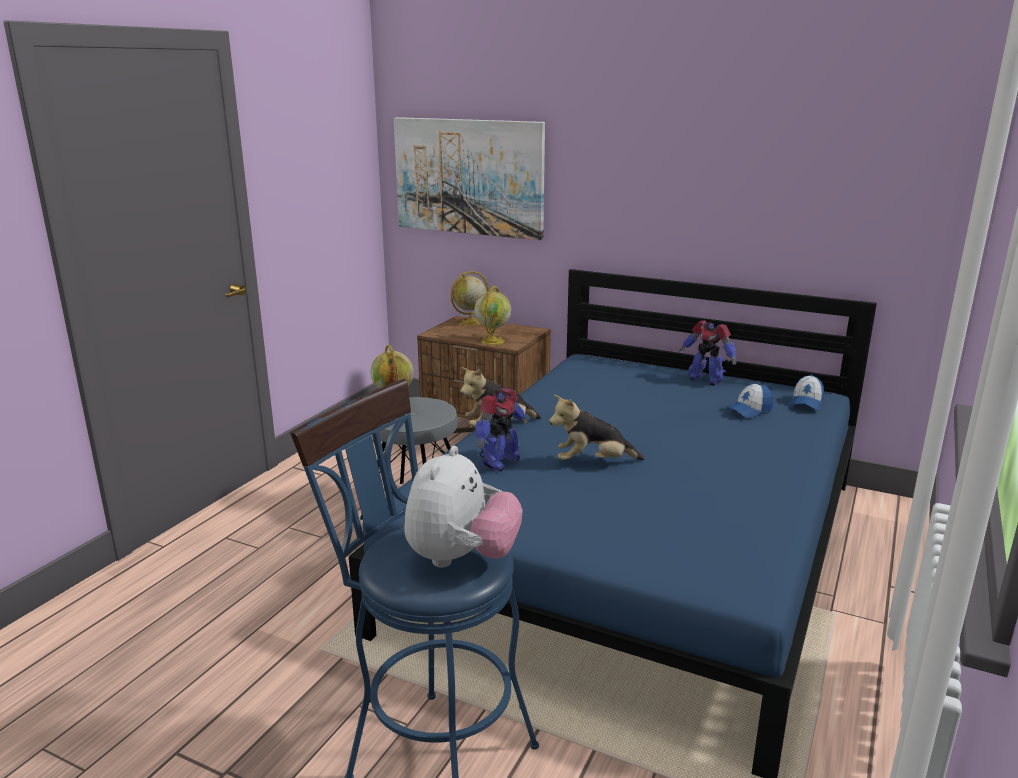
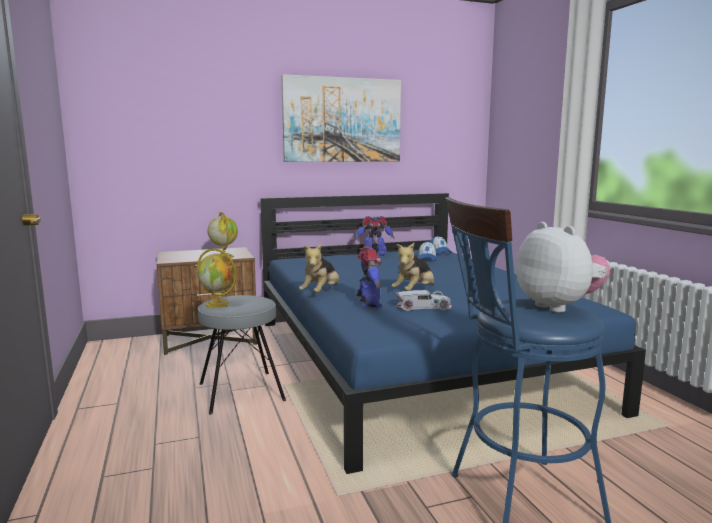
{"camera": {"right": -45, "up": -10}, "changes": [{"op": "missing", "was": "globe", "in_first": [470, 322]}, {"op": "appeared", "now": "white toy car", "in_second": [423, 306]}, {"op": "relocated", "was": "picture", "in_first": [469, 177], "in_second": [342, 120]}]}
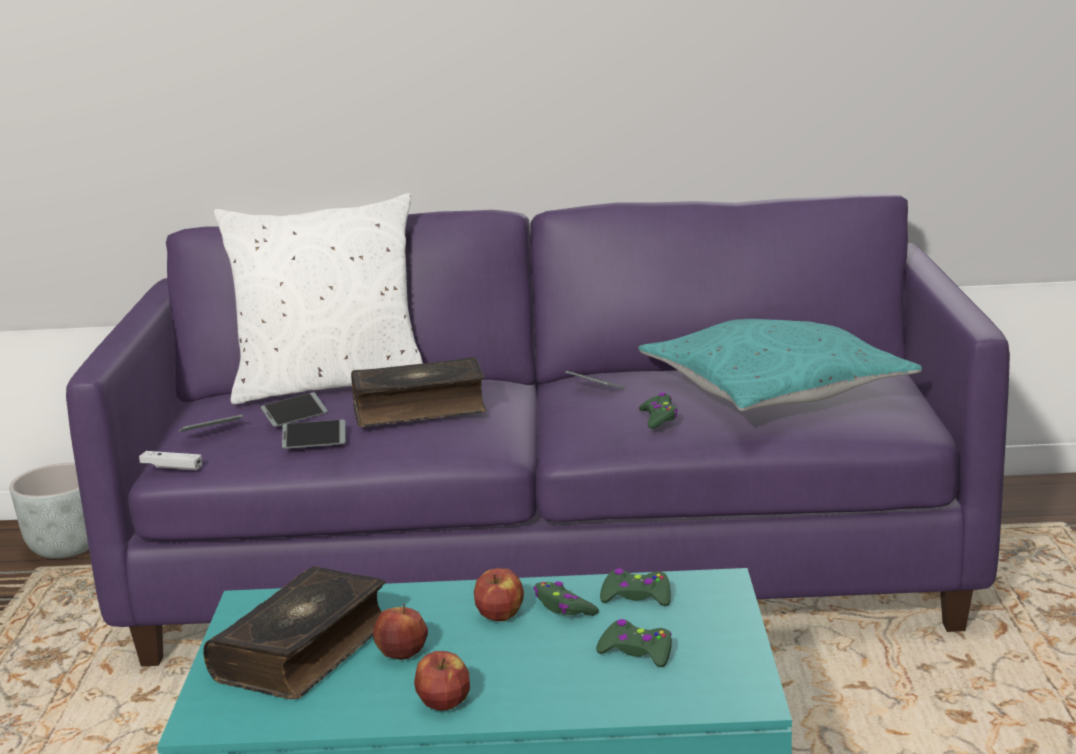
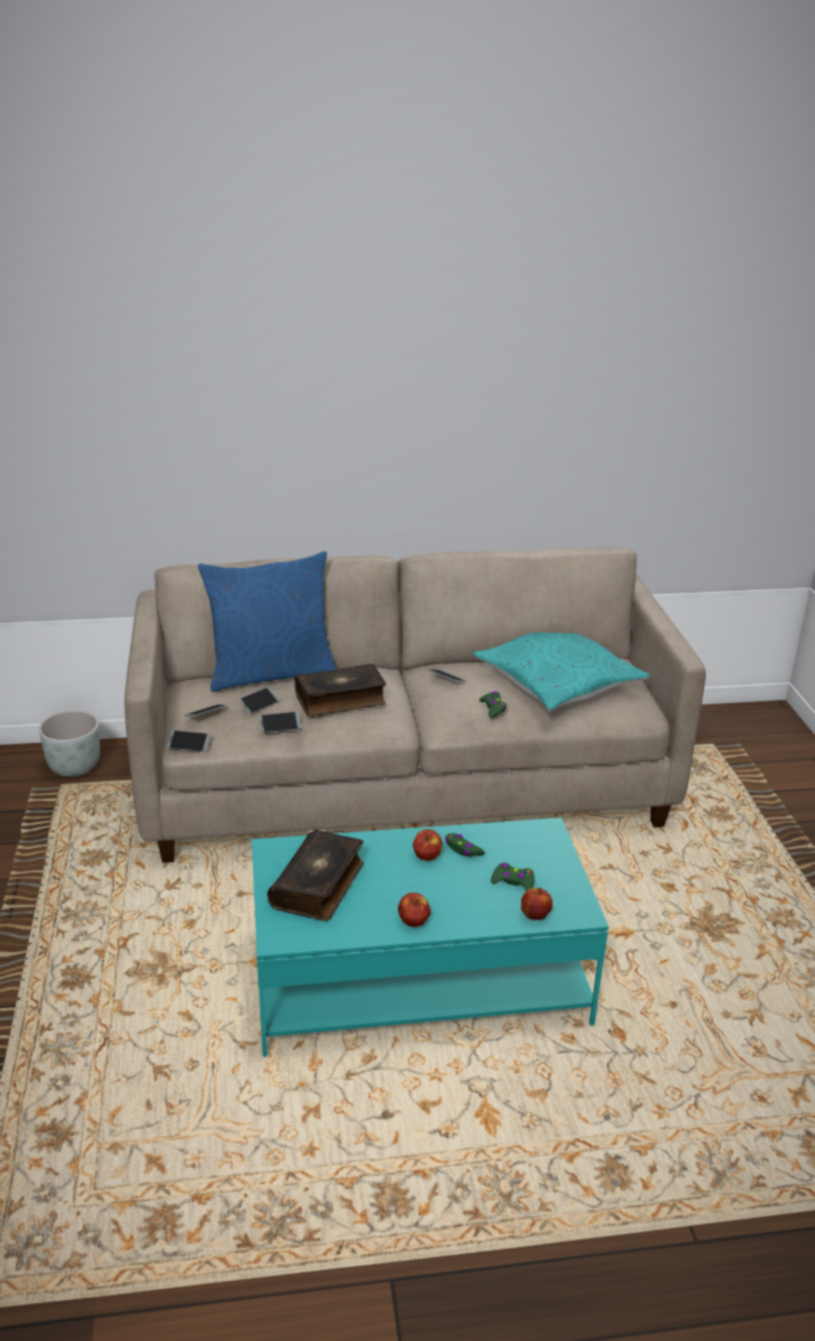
{"camera": {"right": -10, "up": 10}, "changes": [{"op": "missing", "was": "green-coloured gamepad", "in_first": [636, 597]}, {"op": "relocated", "was": "apple", "in_first": [401, 654], "in_second": [534, 915]}, {"op": "exchanged", "was": "white gamepad", "now": "phone", "in_first": [171, 467], "in_second": [189, 745]}, {"op": "colour", "was": "purplish sofa", "now": "beige sofa", "in_first": [550, 571], "in_second": [405, 784]}, {"op": "colour", "was": "white throw pillow", "now": "bluish throw pillow", "in_first": [330, 385], "in_second": [271, 674]}]}
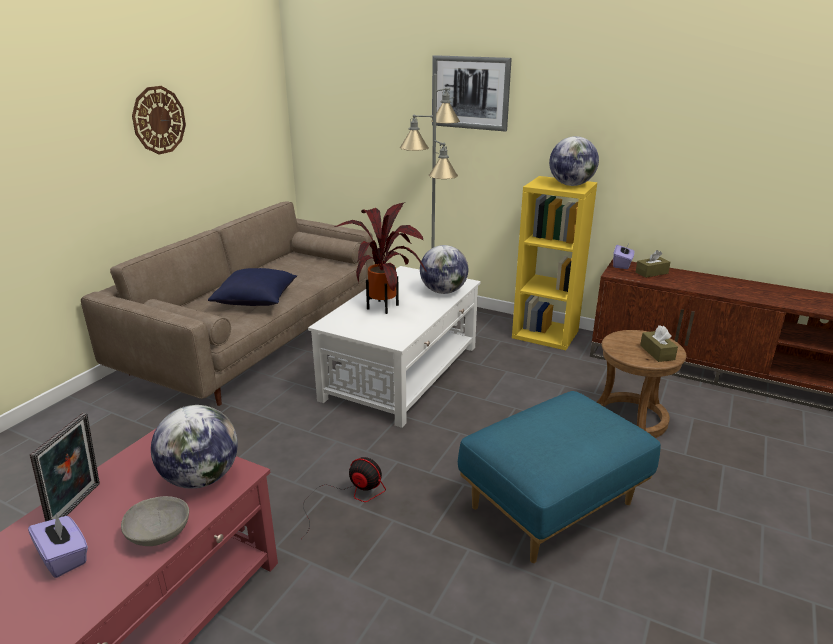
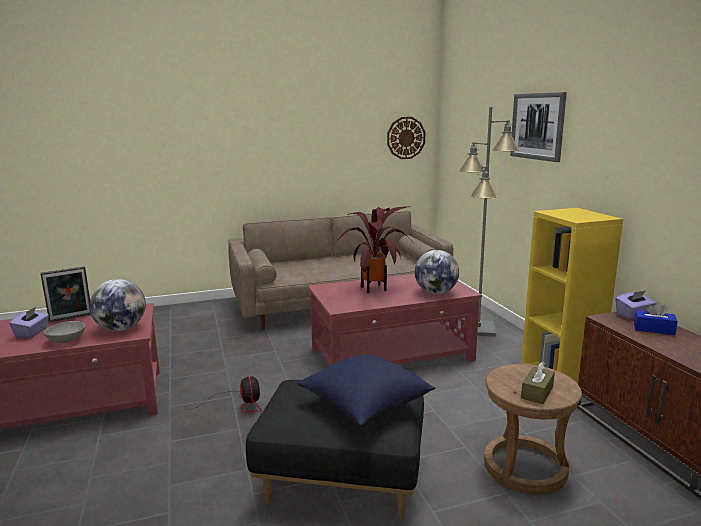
{"camera": {"right": 45, "up": -10}, "changes": [{"op": "missing", "was": "globe", "in_first": [571, 185]}, {"op": "relocated", "was": "wall clock", "in_first": [159, 120], "in_second": [406, 138]}, {"op": "relocated", "was": "bluish throw pillow", "in_first": [256, 301], "in_second": [366, 405]}, {"op": "colour", "was": "white lounge table", "now": "red lounge table", "in_first": [402, 372], "in_second": [392, 354]}, {"op": "colour", "was": "bluish pouffe", "now": "black-coloured pouffe", "in_first": [552, 507], "in_second": [340, 482]}, {"op": "colour", "was": "brown-coloured tissue box", "now": "bluish tissue box", "in_first": [651, 273], "in_second": [653, 329]}]}
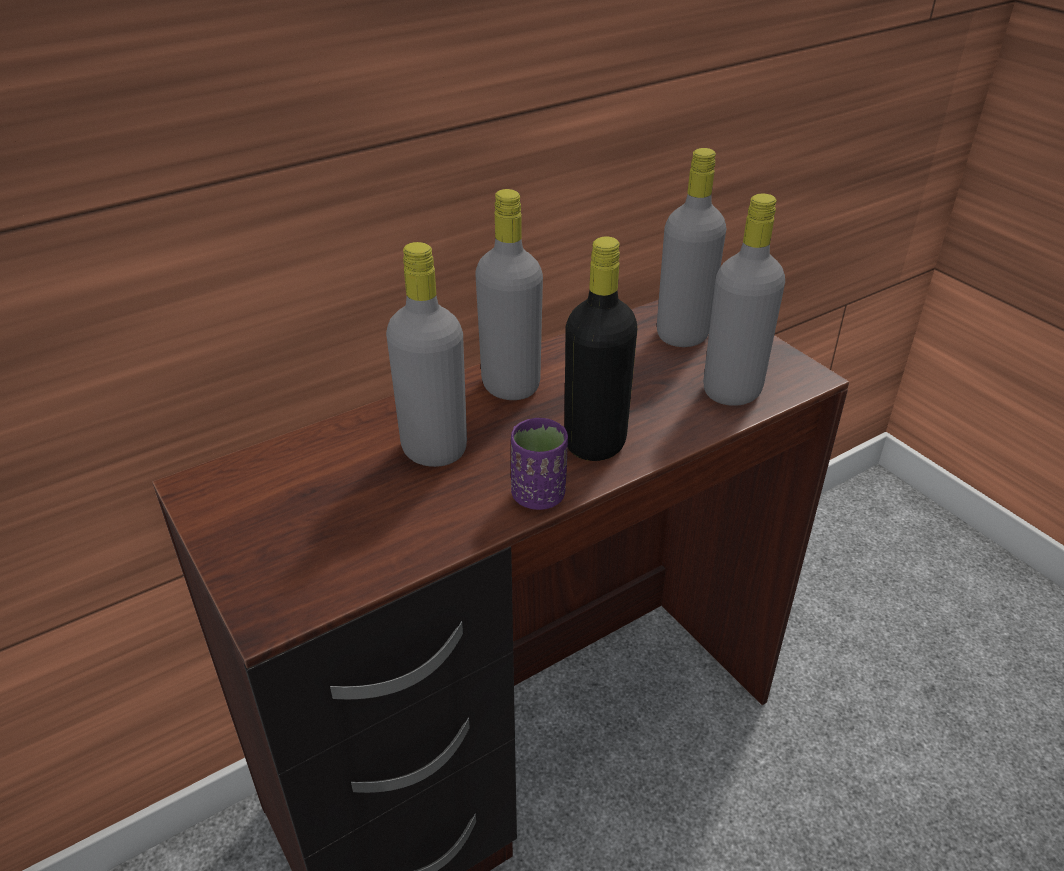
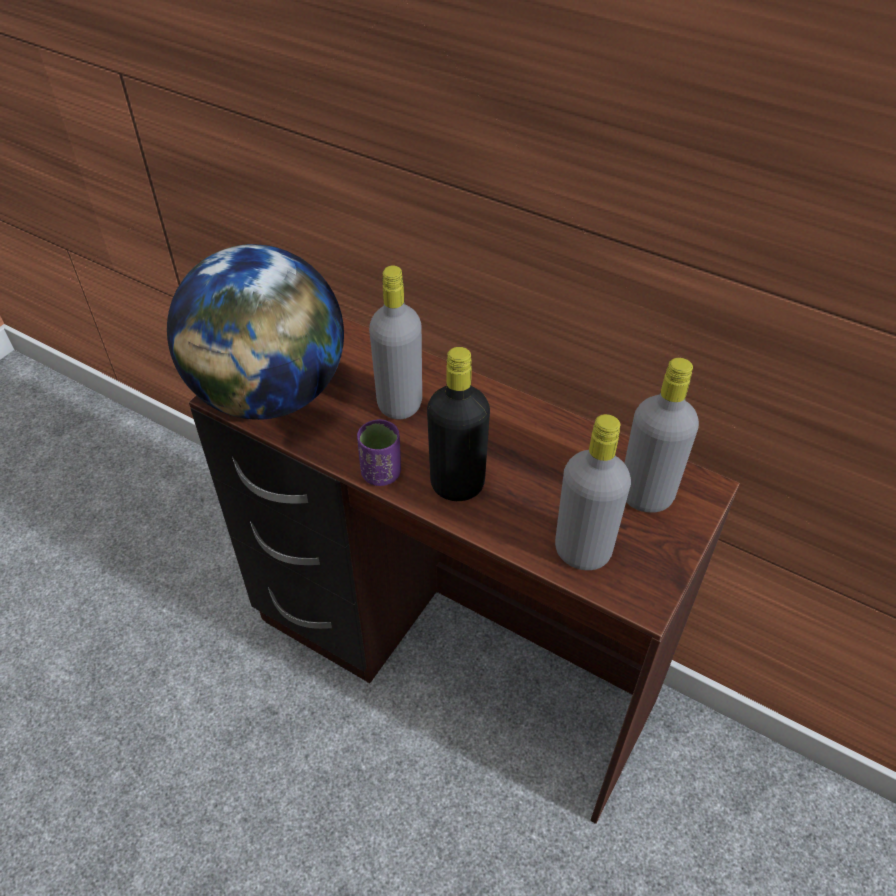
{"camera": {"right": 65, "up": 10}, "changes": [{"op": "missing", "was": "gray drink bottle", "in_first": [510, 385]}, {"op": "appeared", "now": "globe", "in_second": [270, 395]}]}
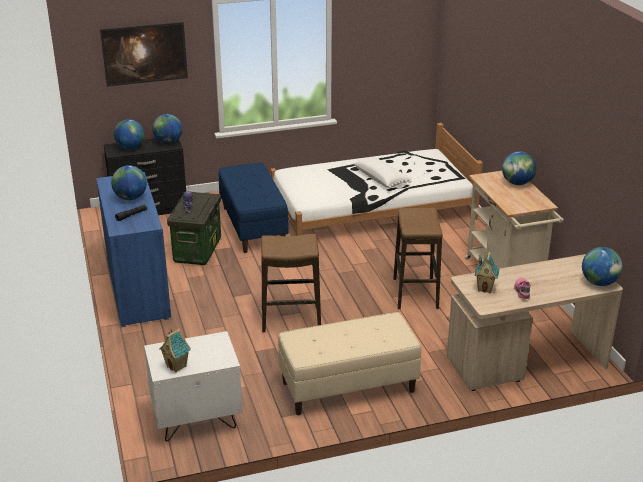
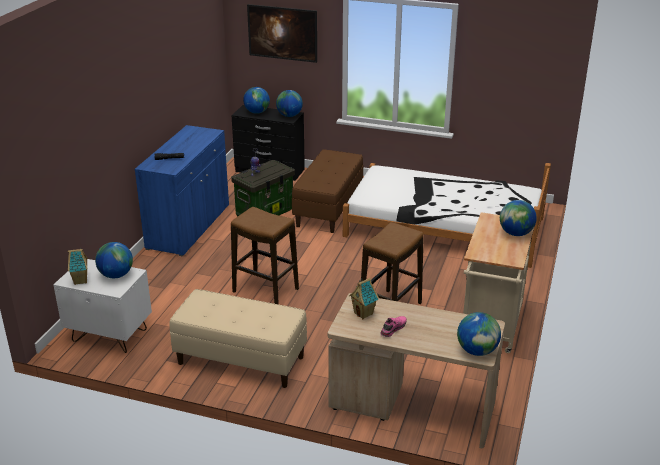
{"camera": {"right": 35, "up": 0}, "changes": [{"op": "missing", "was": "white throw pillow", "in_first": [382, 179]}, {"op": "relocated", "was": "globe", "in_first": [130, 198], "in_second": [116, 275]}, {"op": "colour", "was": "bluish long seat", "now": "brown-coloured long seat", "in_first": [254, 227], "in_second": [329, 209]}]}
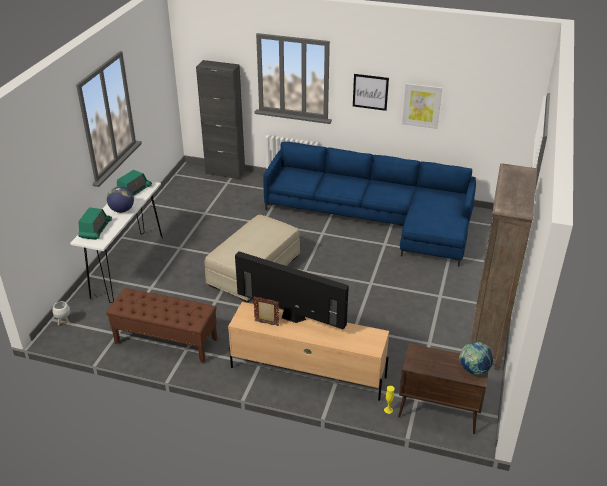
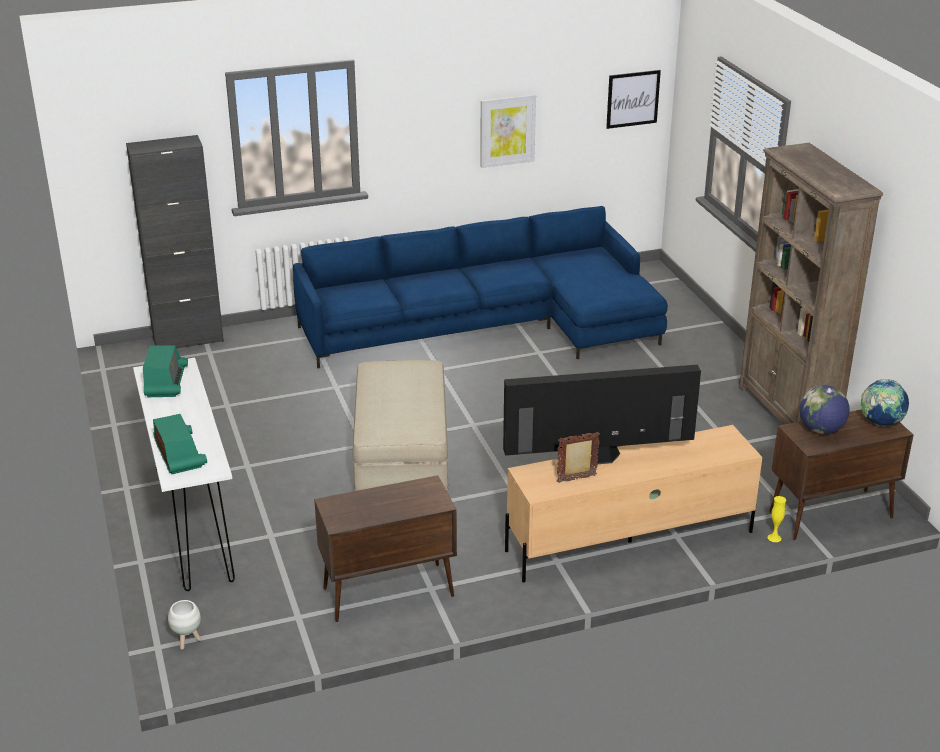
{"camera": {"right": -35, "up": -5}, "changes": [{"op": "relocated", "was": "globe", "in_first": [122, 210], "in_second": [821, 430]}, {"op": "relocated", "was": "picture", "in_first": [370, 92], "in_second": [633, 99]}, {"op": "exchanged", "was": "brown-coloured long seat", "now": "brown-coloured storage cabinet", "in_first": [165, 341], "in_second": [387, 593]}]}
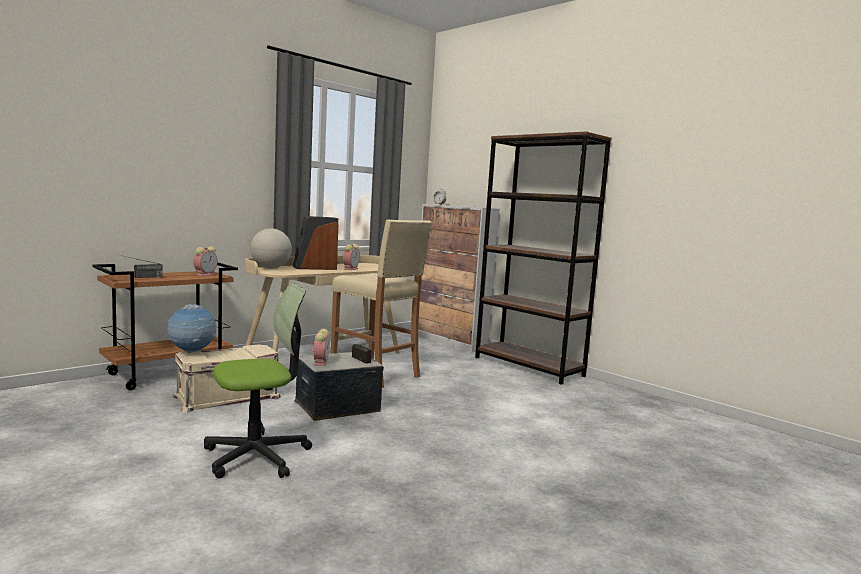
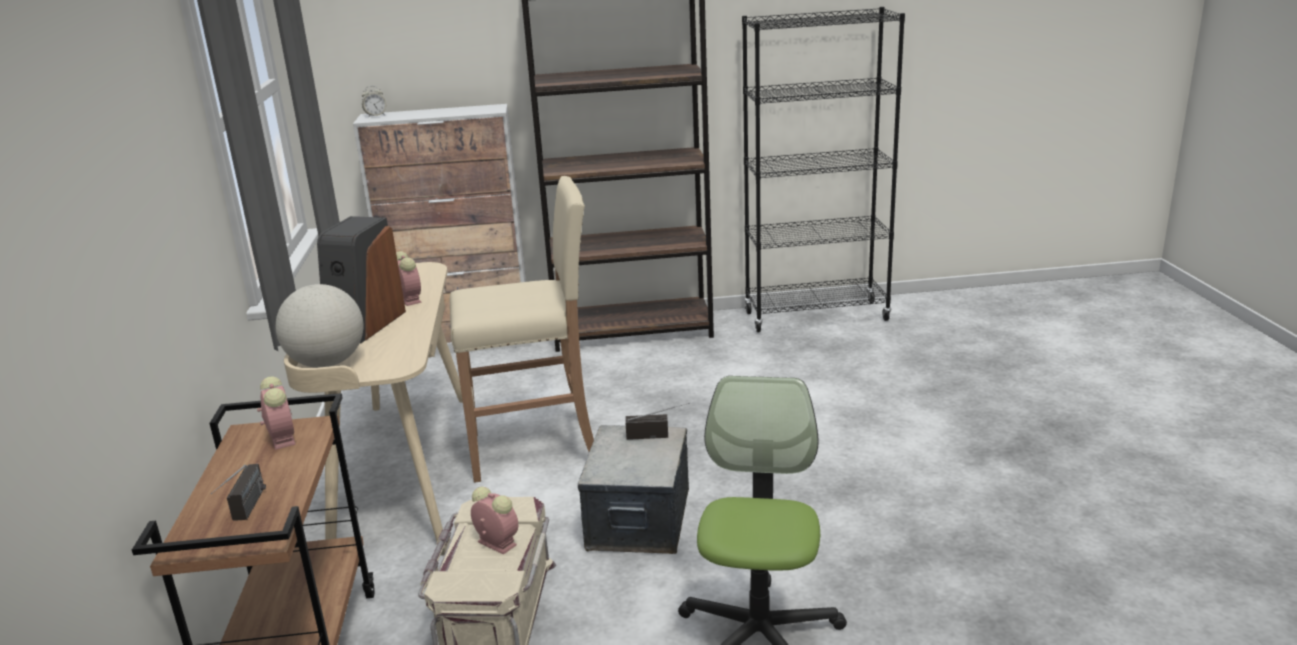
{"camera": {"right": -50, "up": 15}, "changes": [{"op": "missing", "was": "globe", "in_first": [192, 352]}, {"op": "appeared", "now": "black-coloured bookshelf", "in_second": [816, 316]}, {"op": "relocated", "was": "table clock", "in_first": [320, 362], "in_second": [495, 543]}]}
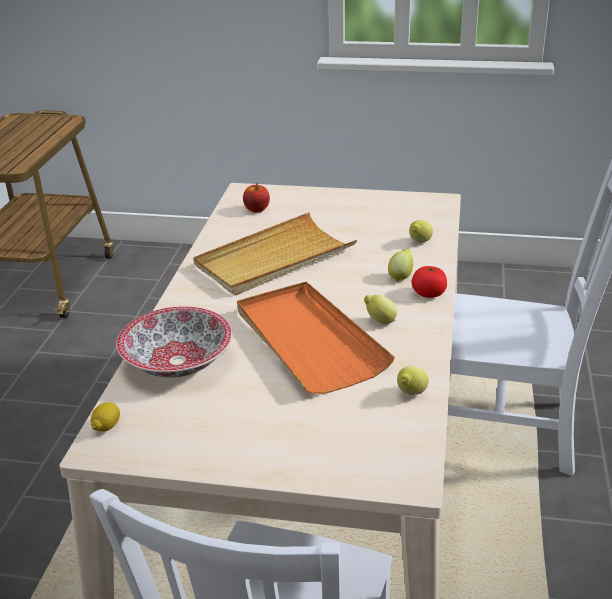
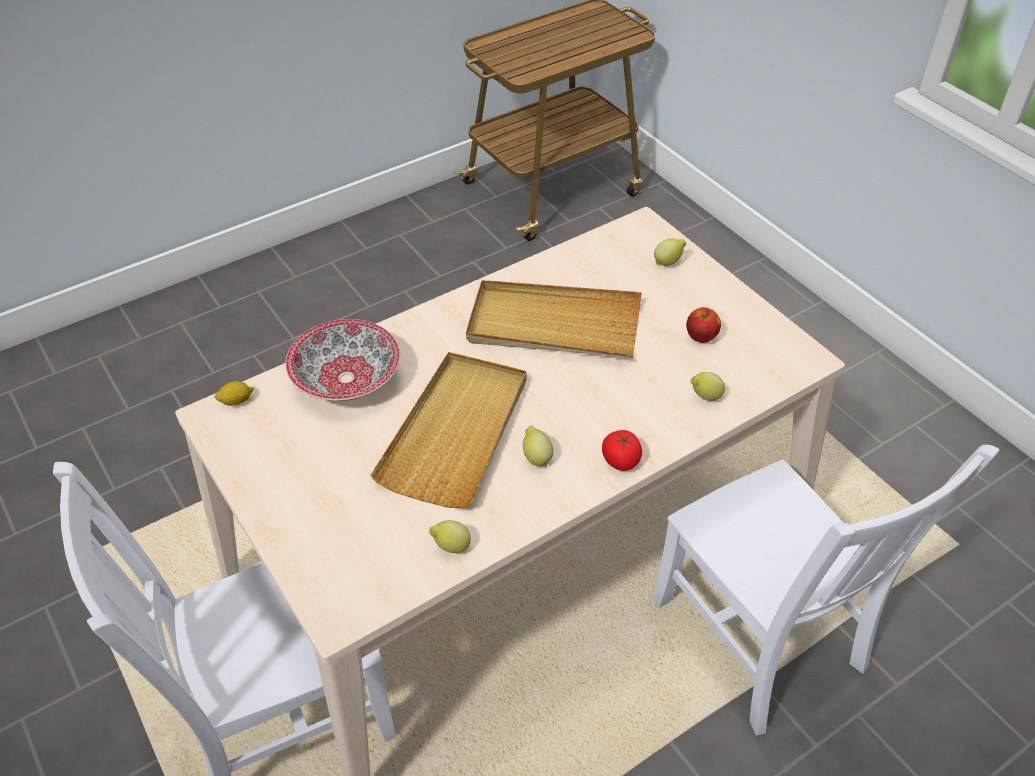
{"camera": {"right": 45, "up": 15}, "changes": [{"op": "relocated", "was": "apple", "in_first": [256, 210], "in_second": [701, 337]}, {"op": "relocated", "was": "whole lemon", "in_first": [401, 276], "in_second": [668, 262]}, {"op": "colour", "was": "orange tray", "now": "beige tray", "in_first": [308, 340], "in_second": [456, 432]}]}
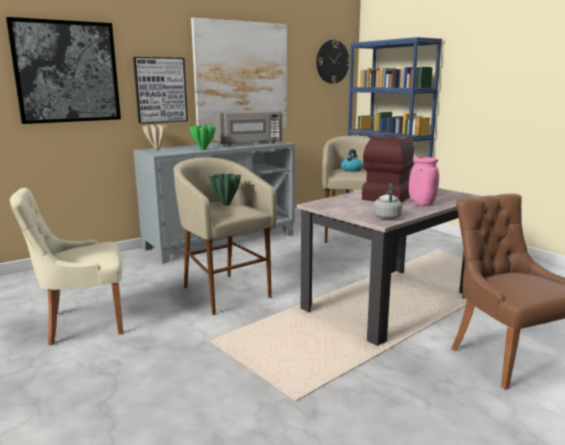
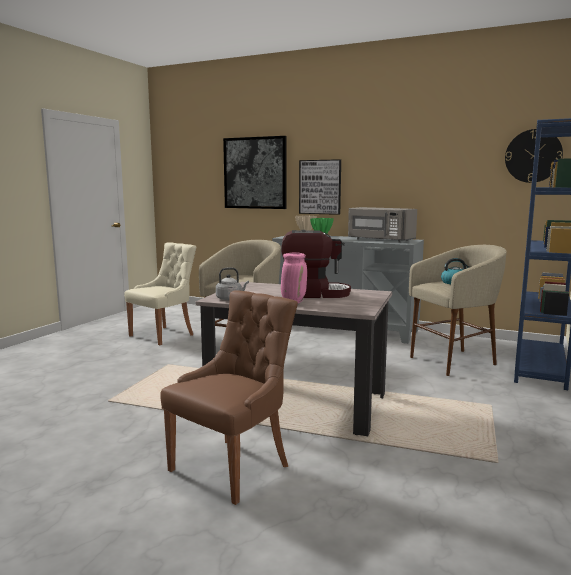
{"camera": {"right": 60, "up": -5}, "changes": [{"op": "missing", "was": "picture", "in_first": [241, 77]}, {"op": "missing", "was": "green-coloured flower vase", "in_first": [226, 204]}, {"op": "spun", "was": "beige upright chair", "in_first": [82, 323], "in_second": [164, 335], "clockwise": 90}]}
